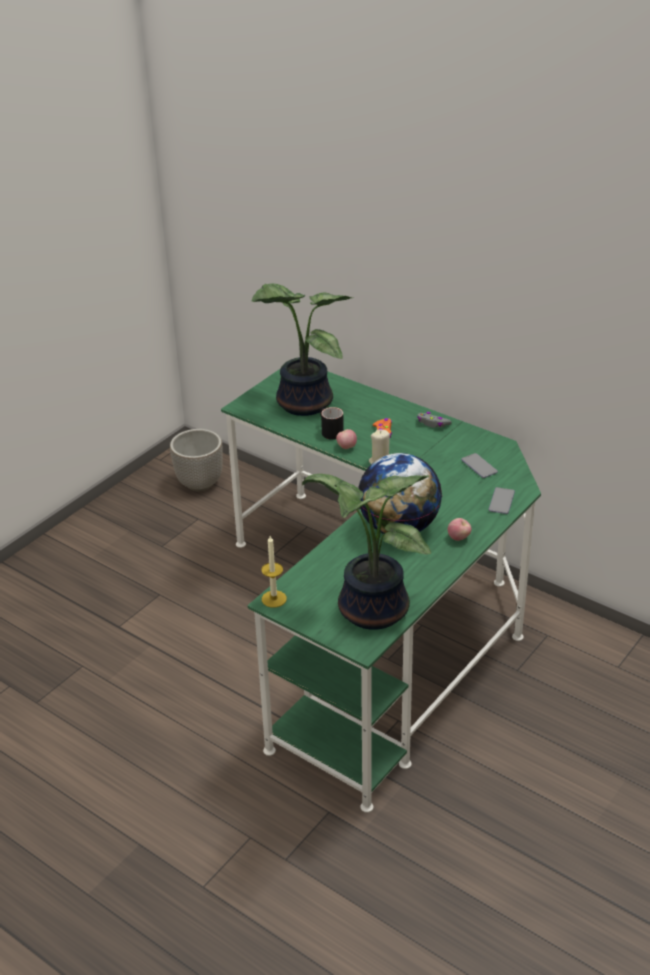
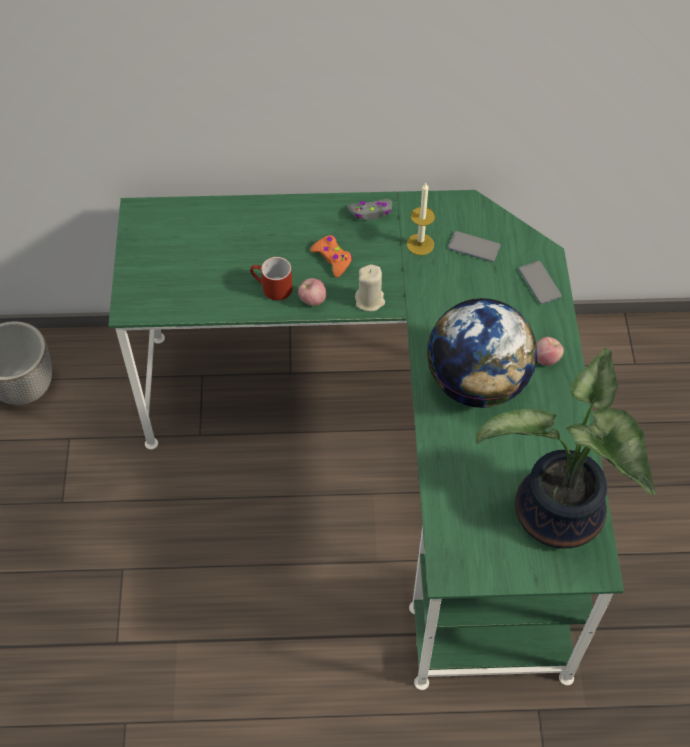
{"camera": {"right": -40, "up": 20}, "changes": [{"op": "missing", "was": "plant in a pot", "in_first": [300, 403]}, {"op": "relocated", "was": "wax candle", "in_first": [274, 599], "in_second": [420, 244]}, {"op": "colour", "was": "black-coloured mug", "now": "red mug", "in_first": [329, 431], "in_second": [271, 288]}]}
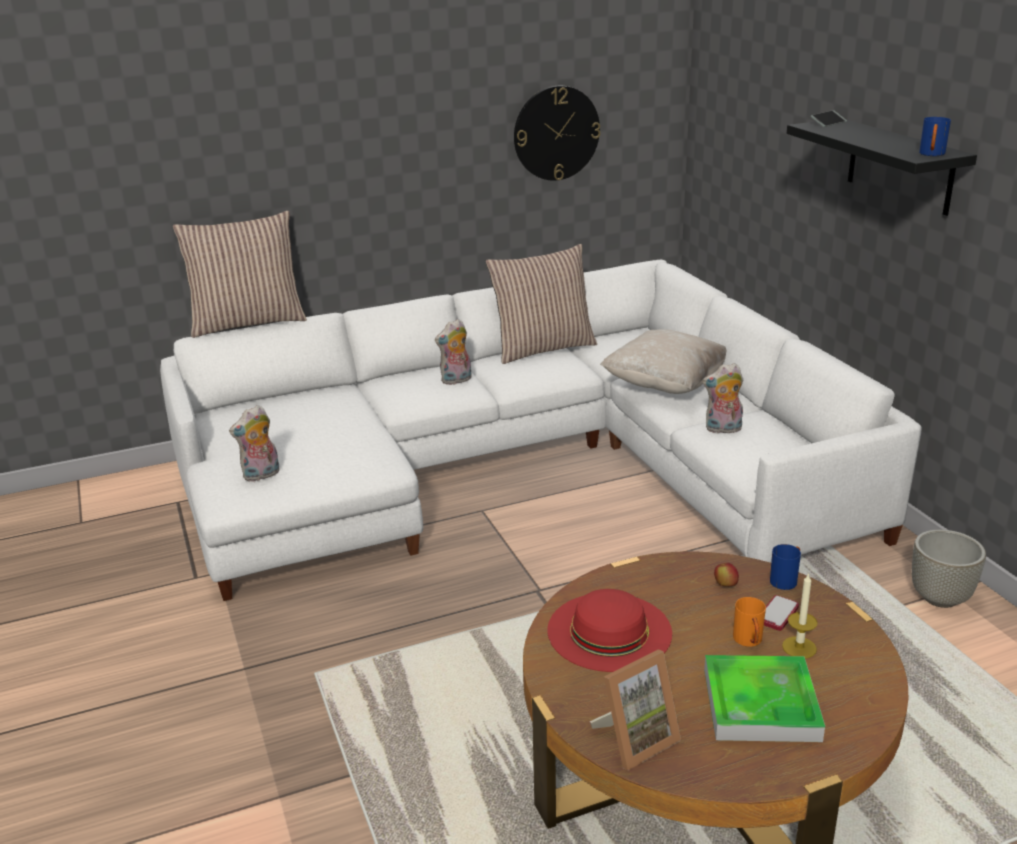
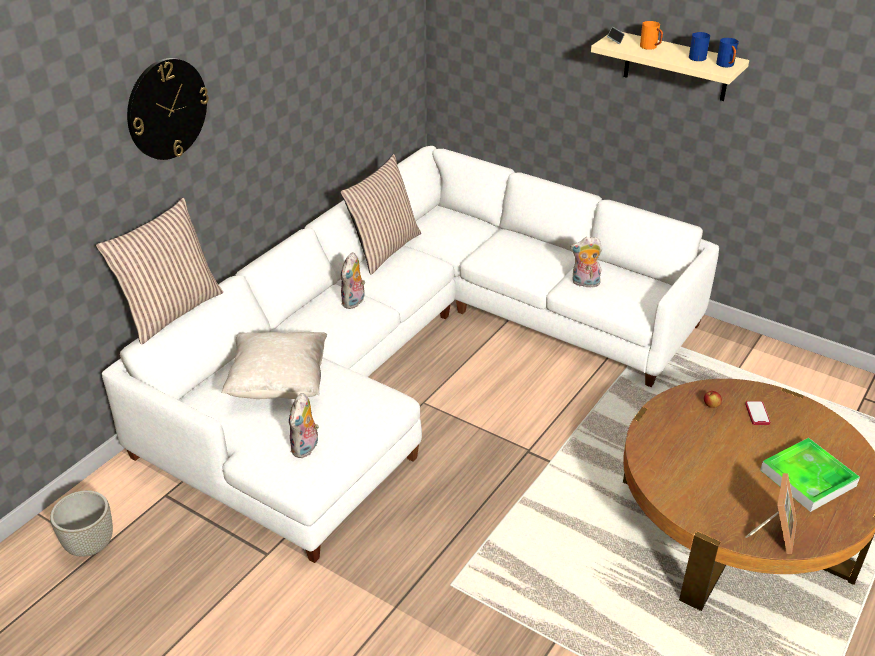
{"camera": {"right": -35, "up": 10}, "changes": [{"op": "missing", "was": "red wearable hat", "in_first": [609, 631]}, {"op": "missing", "was": "wax candle", "in_first": [799, 647]}, {"op": "relocated", "was": "wall clock", "in_first": [556, 133], "in_second": [166, 109]}, {"op": "relocated", "was": "beige throw pillow", "in_first": [665, 385], "in_second": [279, 384]}, {"op": "relocated", "was": "orange mug", "in_first": [749, 642], "in_second": [651, 47]}, {"op": "relocated", "was": "bluish mug", "in_first": [786, 580], "in_second": [697, 57]}, {"op": "relocated", "was": "gray planter", "in_first": [939, 597], "in_second": [90, 545]}, {"op": "colour", "was": "black-coloured shelf", "now": "beige shelf", "in_first": [900, 166], "in_second": [676, 66]}, {"op": "spun", "was": "soft toy", "in_first": [722, 429], "in_second": [584, 283], "clockwise": 45}]}
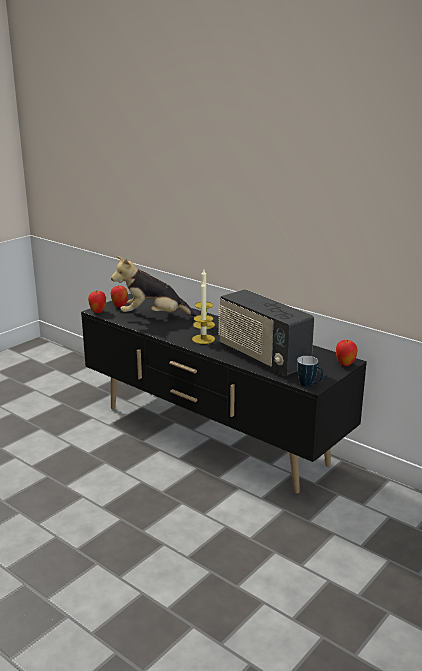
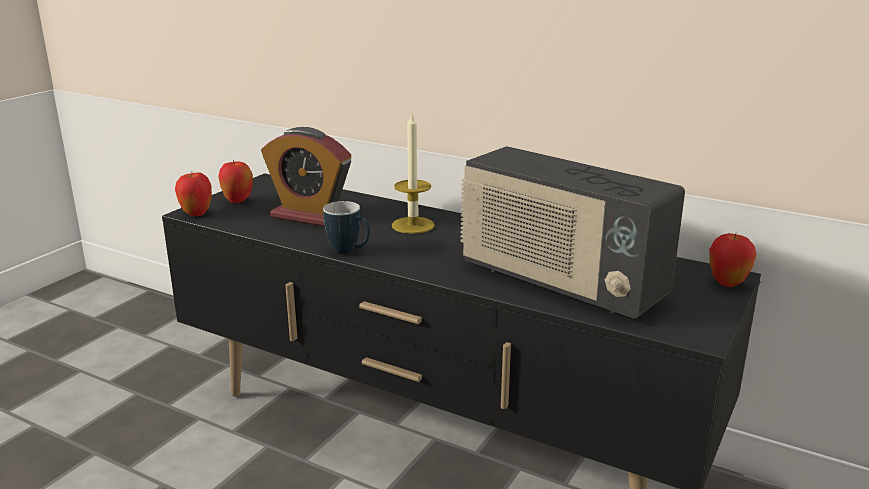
{"camera": {"right": -10, "up": 0}, "changes": [{"op": "missing", "was": "wax candle", "in_first": [203, 339]}, {"op": "relocated", "was": "mug", "in_first": [309, 385], "in_second": [349, 252]}, {"op": "exchanged", "was": "soft toy", "now": "table clock", "in_first": [153, 316], "in_second": [310, 216]}]}
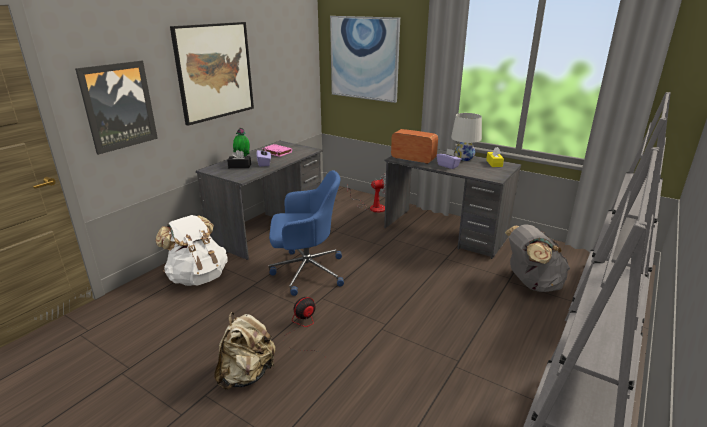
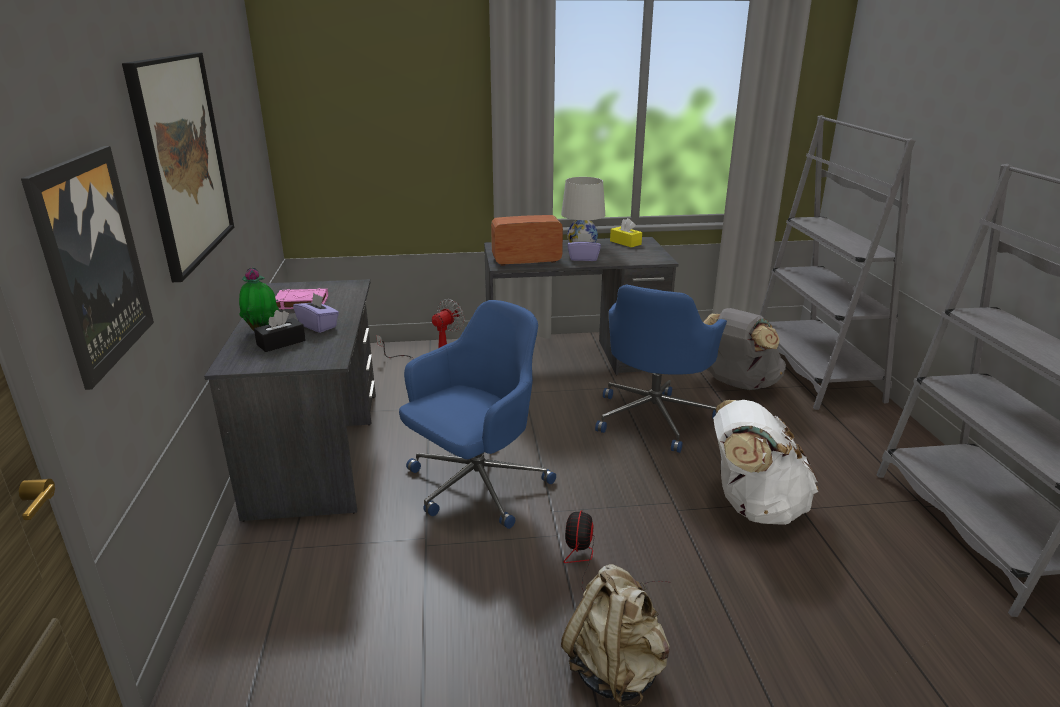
{"camera": {"right": -40, "up": 0}, "changes": [{"op": "missing", "was": "picture", "in_first": [364, 58]}, {"op": "appeared", "now": "bluish computer chair", "in_second": [655, 417]}, {"op": "relocated", "was": "white knapsack", "in_first": [198, 277], "in_second": [753, 506]}]}
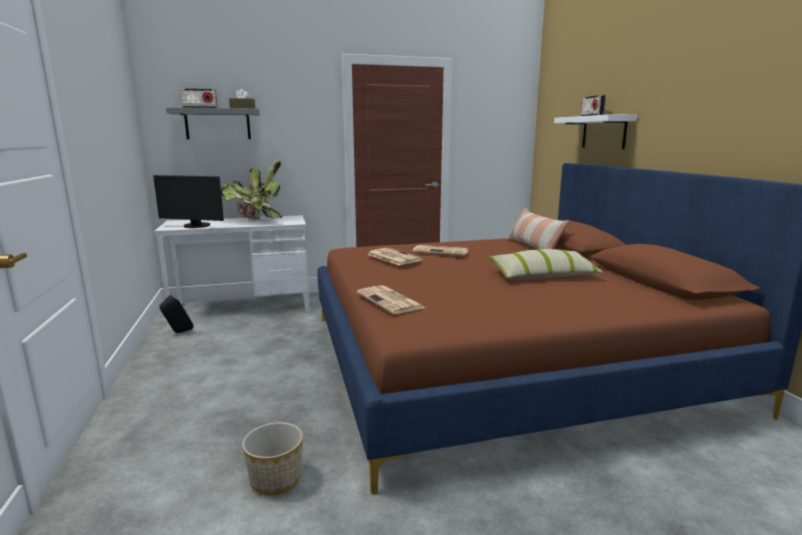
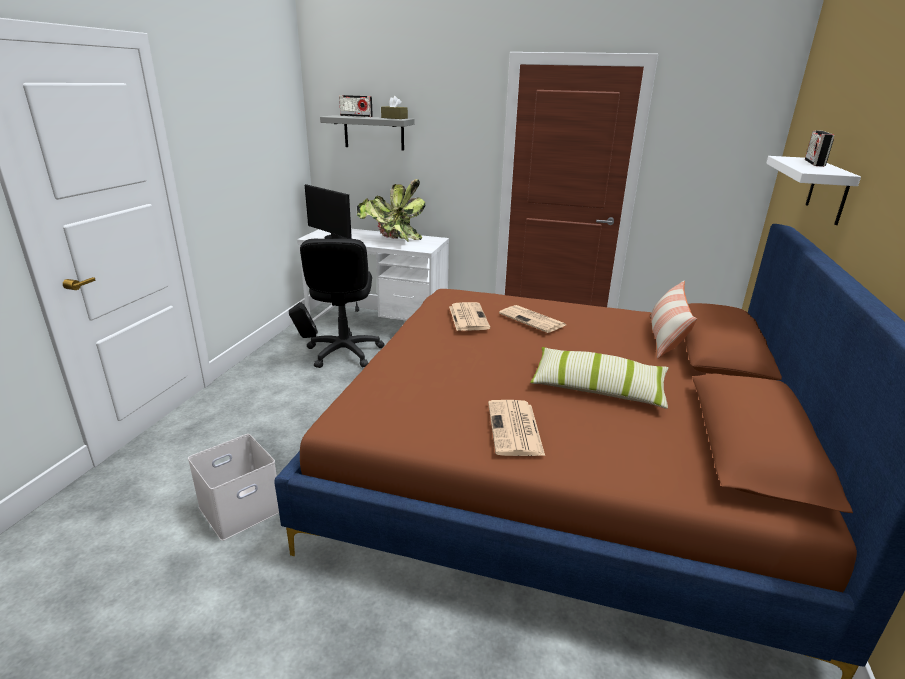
{"camera": {"right": 30, "up": 10}, "changes": [{"op": "appeared", "now": "black-coloured computer chair", "in_second": [344, 352]}, {"op": "relocated", "was": "daily paper", "in_first": [391, 301], "in_second": [515, 429]}, {"op": "exchanged", "was": "planter", "now": "white storage container", "in_first": [275, 479], "in_second": [241, 507]}]}
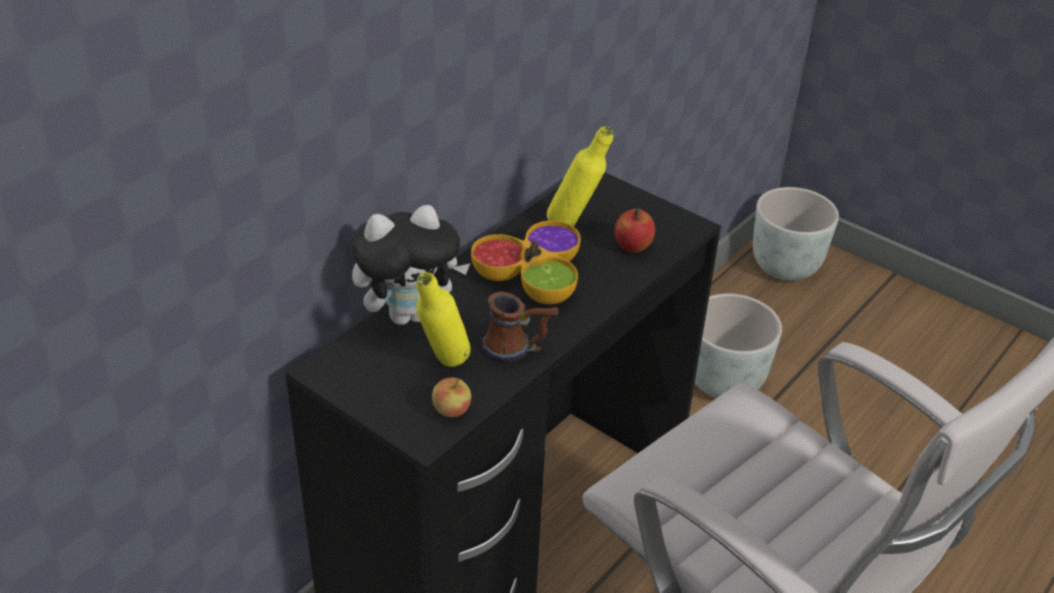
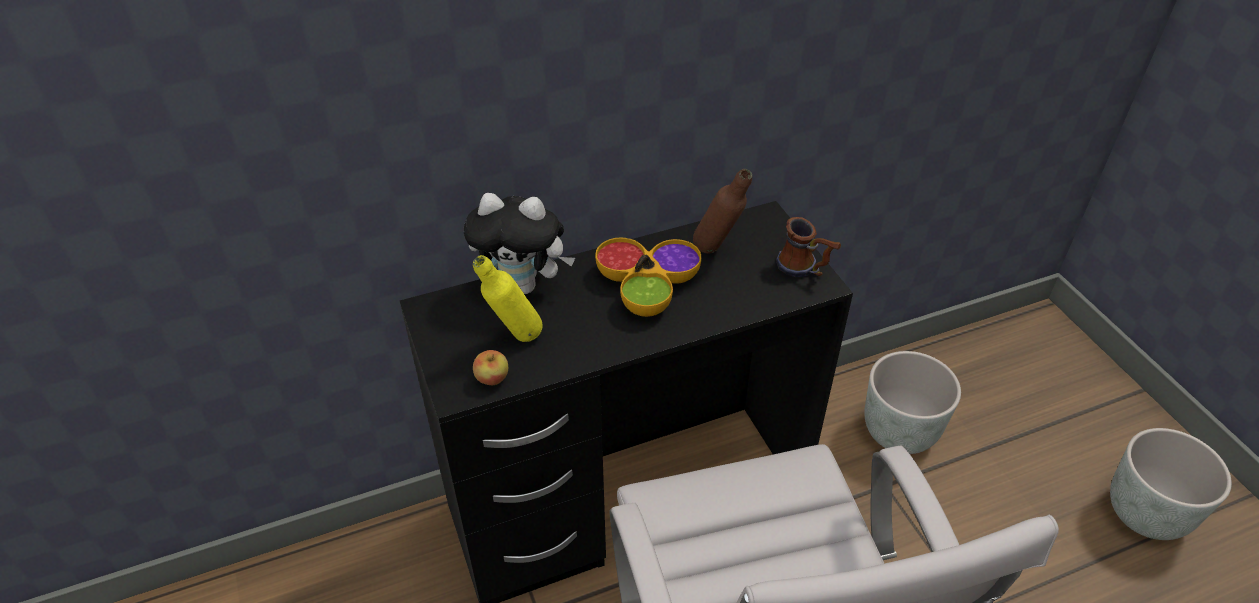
{"camera": {"right": 30, "up": 5}, "changes": [{"op": "missing", "was": "apple", "in_first": [632, 247]}, {"op": "relocated", "was": "mug", "in_first": [518, 349], "in_second": [805, 269]}, {"op": "relocated", "was": "gray planter", "in_first": [785, 266], "in_second": [1146, 513]}, {"op": "colour", "was": "yellowish drink bottle", "now": "brown-coloured drink bottle", "in_first": [575, 226], "in_second": [718, 252]}]}
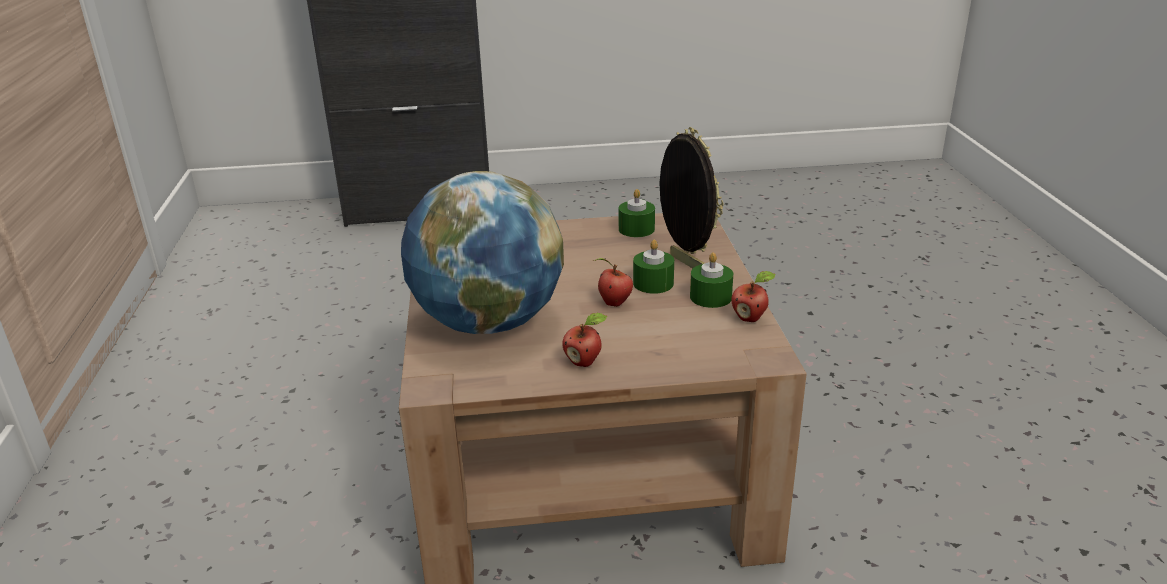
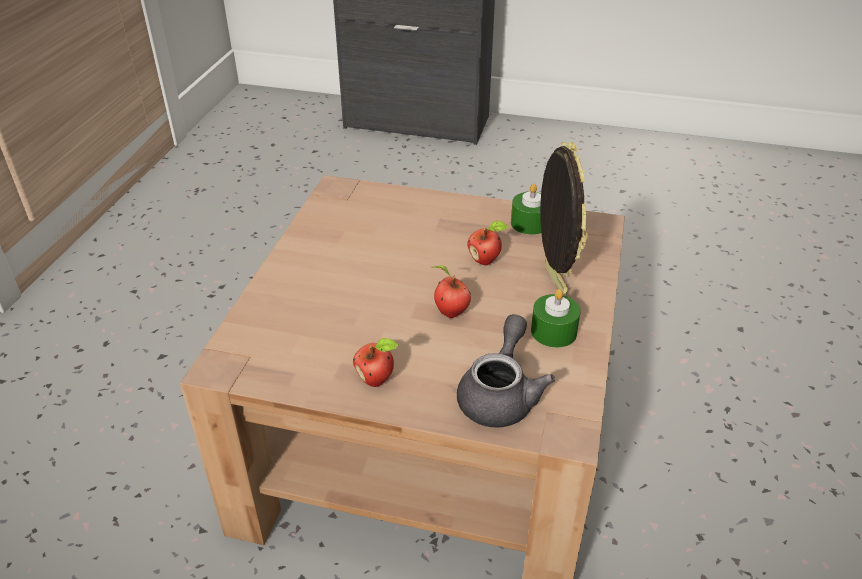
{"camera": {"right": 20, "up": 10}, "changes": [{"op": "missing", "was": "globe", "in_first": [487, 323]}, {"op": "missing", "was": "green-coloured wax candle", "in_first": [653, 283]}, {"op": "appeared", "now": "gray pot for tea", "in_second": [500, 394]}, {"op": "relocated", "was": "apple", "in_first": [750, 318], "in_second": [486, 261]}]}
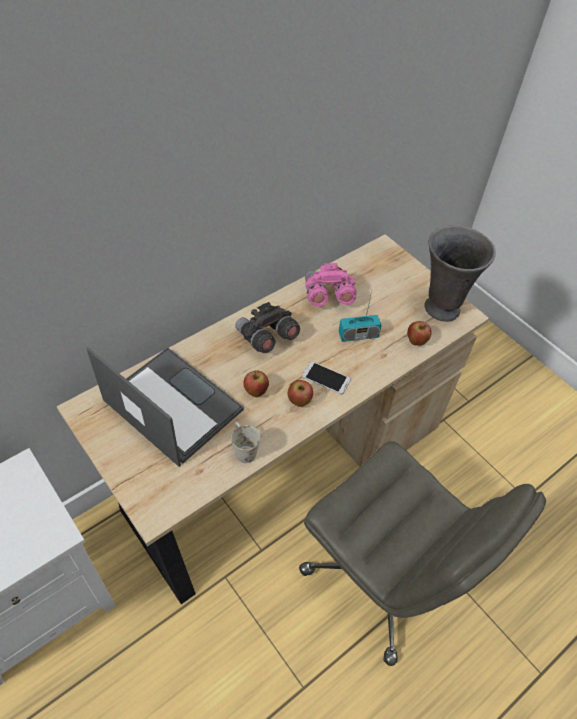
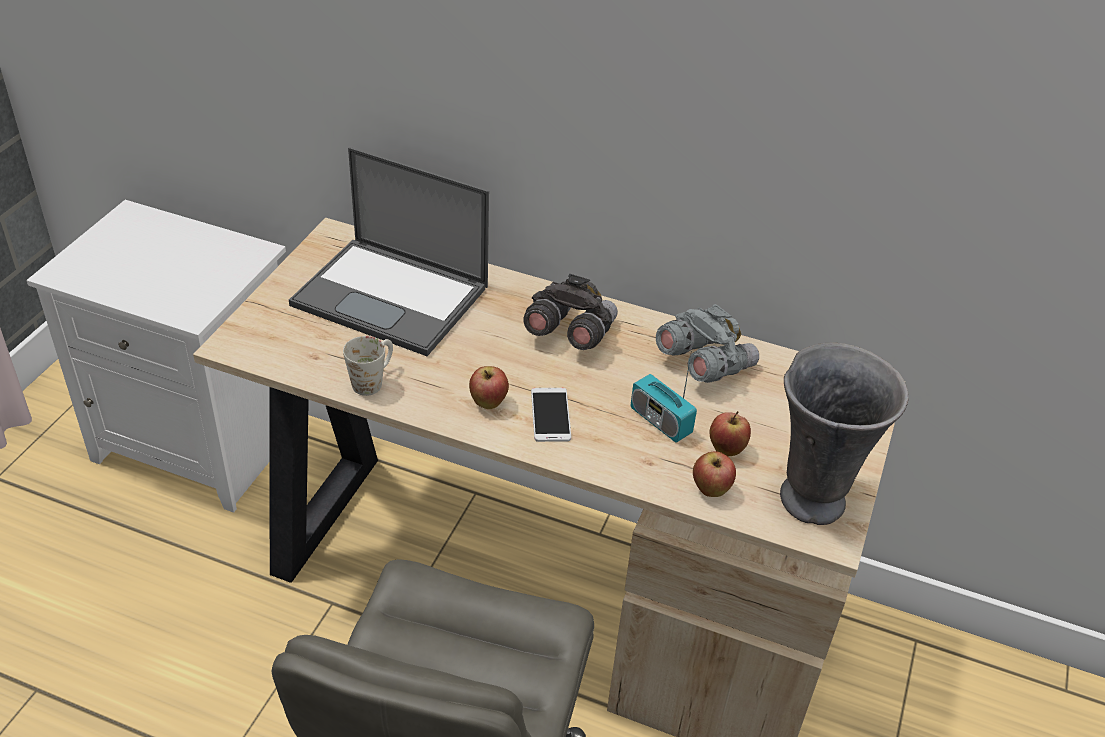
{"camera": {"right": 60, "up": -10}, "changes": [{"op": "relocated", "was": "apple", "in_first": [255, 392], "in_second": [726, 450]}, {"op": "colour", "was": "pink-coloured binoculars", "now": "gray binoculars", "in_first": [327, 296], "in_second": [703, 364]}, {"op": "spun", "was": "notebook computer", "in_first": [171, 404], "in_second": [393, 296], "clockwise": 105}]}
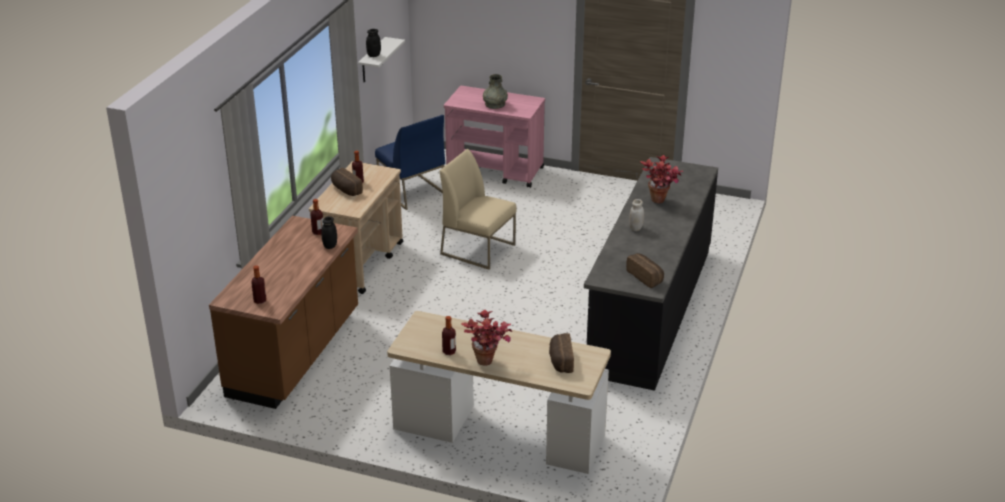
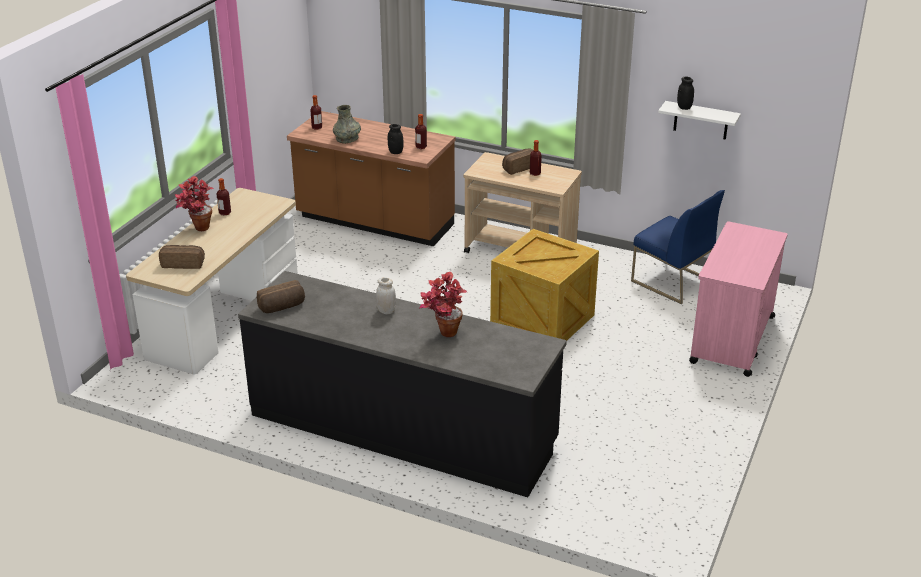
{"camera": {"right": 95, "up": 0}, "changes": [{"op": "relocated", "was": "gray flower vase", "in_first": [495, 104], "in_second": [347, 138]}, {"op": "exchanged", "was": "beige upright chair", "now": "packing crate", "in_first": [479, 249], "in_second": [544, 320]}, {"op": "spun", "was": "bluish upright chair", "in_first": [411, 192], "in_second": [671, 281], "clockwise": -105}]}
